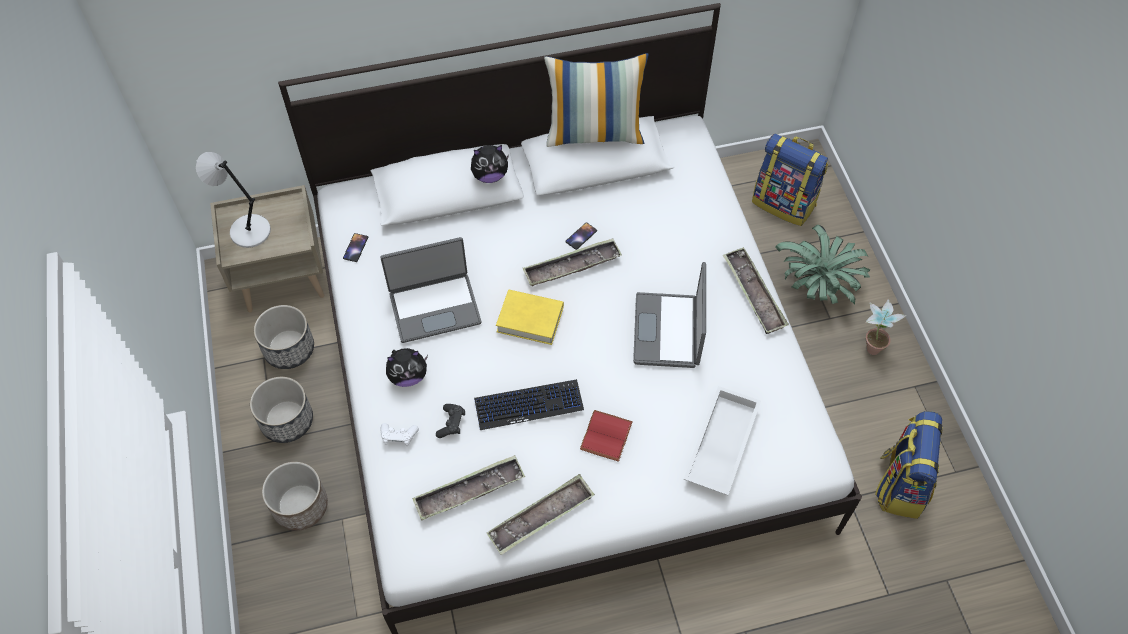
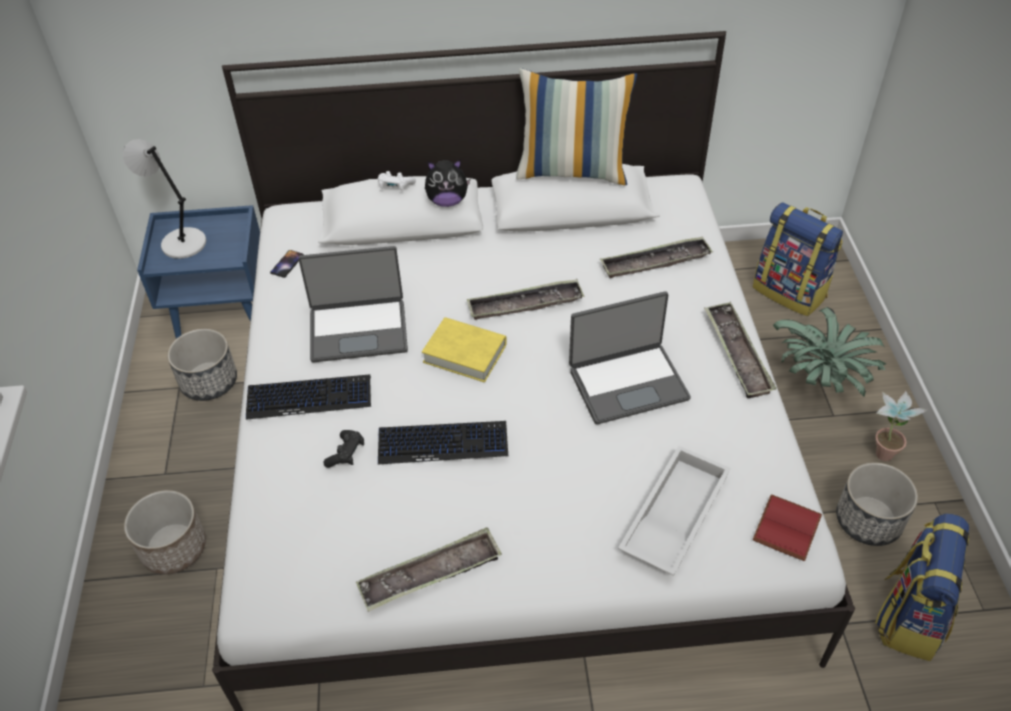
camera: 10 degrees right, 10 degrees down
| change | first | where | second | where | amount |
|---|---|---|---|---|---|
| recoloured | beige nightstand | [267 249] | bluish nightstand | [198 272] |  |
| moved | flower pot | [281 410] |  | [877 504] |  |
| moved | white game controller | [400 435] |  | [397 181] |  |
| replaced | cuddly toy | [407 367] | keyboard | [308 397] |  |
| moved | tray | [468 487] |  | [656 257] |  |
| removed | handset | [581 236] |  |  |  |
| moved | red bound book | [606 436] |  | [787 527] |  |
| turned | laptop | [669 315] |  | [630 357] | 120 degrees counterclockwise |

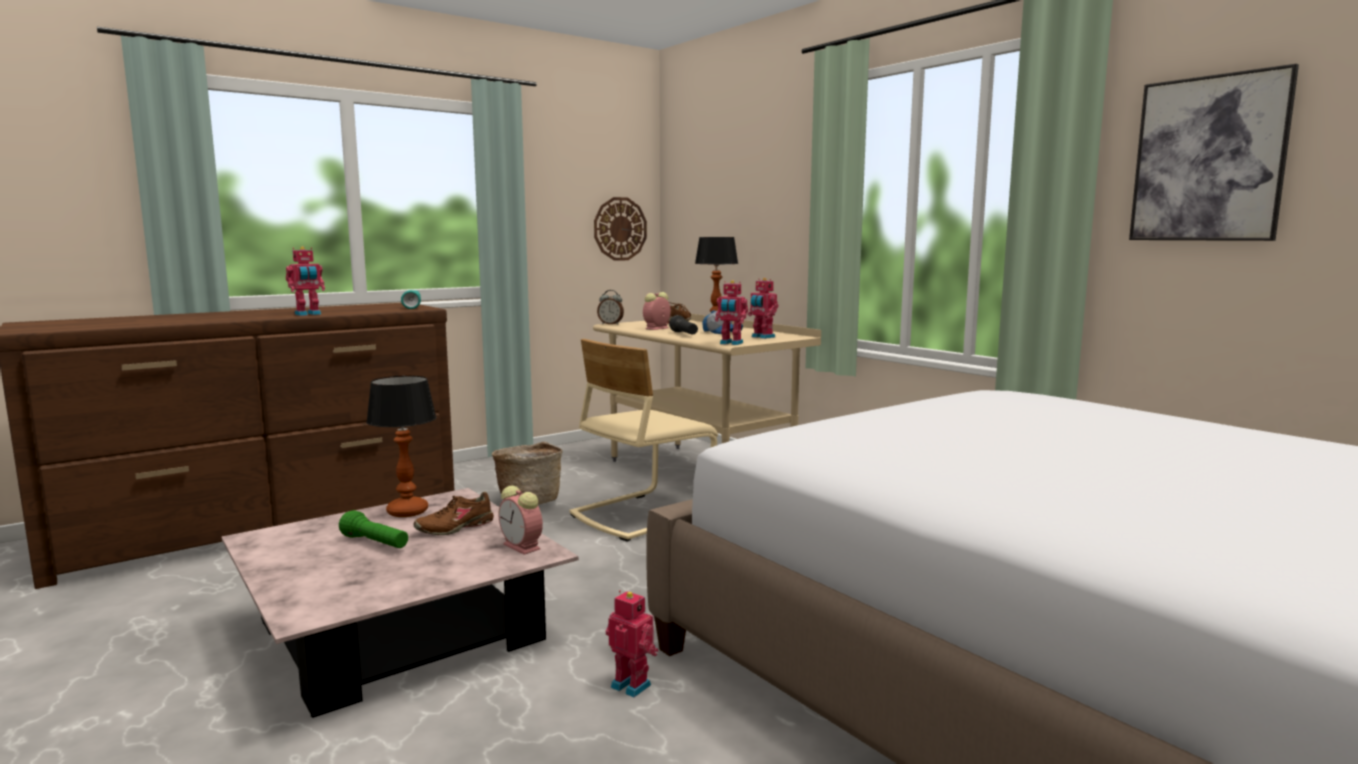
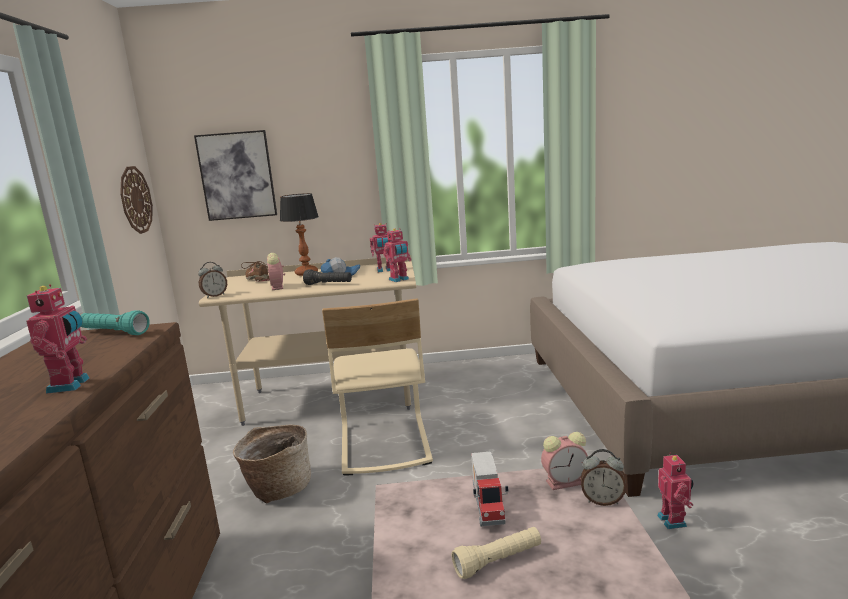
camera: 55 degrees left, 5 degrees up
| change | first | where | second | where | amount |
|---|---|---|---|---|---|
| recoloured | green-coloured torch | [373 529] | beige torch | [496 553] |  |
| removed | tabletop lamp | [401 446] |  |  |  |
| replaced | brown low shoe | [453 513] | toy truck | [489 489] |  |
| turned | model robot | [632 643] |  | [675 491] | 105 degrees clockwise |
| moved | wall art | [1214 152] |  | [235 175] |  |
| added |  |  | table clock | [603 477] |  |

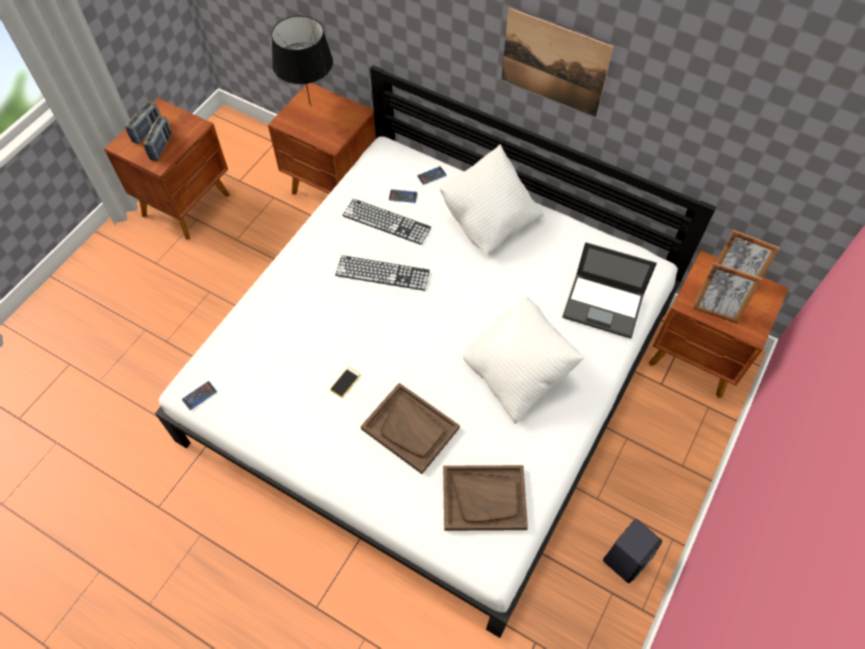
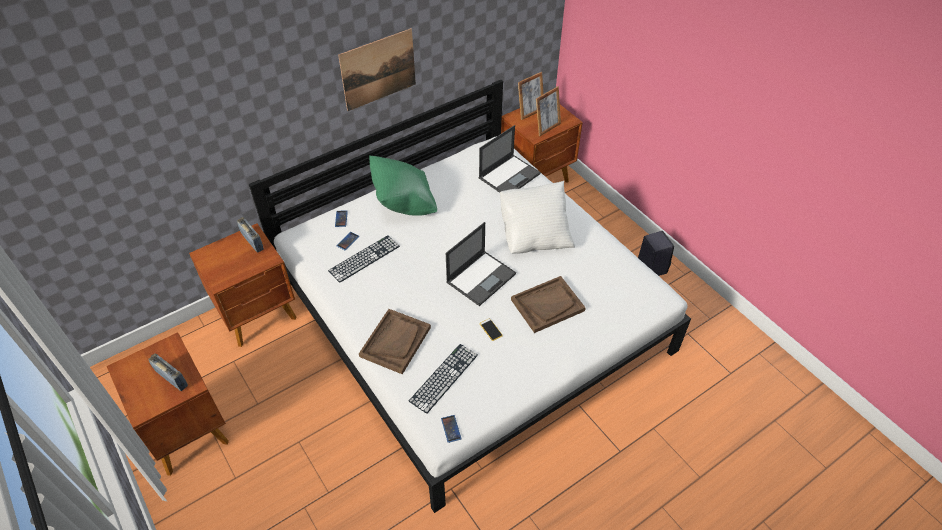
camera: 65 degrees left, 10 degrees down
| change | first | where | second | where | amount |
|---|---|---|---|---|---|
| moved | radio | [143 122] |  | [250 235] |  |
| removed | black tabletop lamp | [302 59] |  |  |  |
| moved | keyboard | [382 273] |  | [443 379] |  |
| recoloured | white cushion | [491 199] | green-coloured cushion | [403 185] |  |
| moved | brown tray | [485 498] |  | [395 341] |  |
| added |  |  | laptop | [481 264] |  |

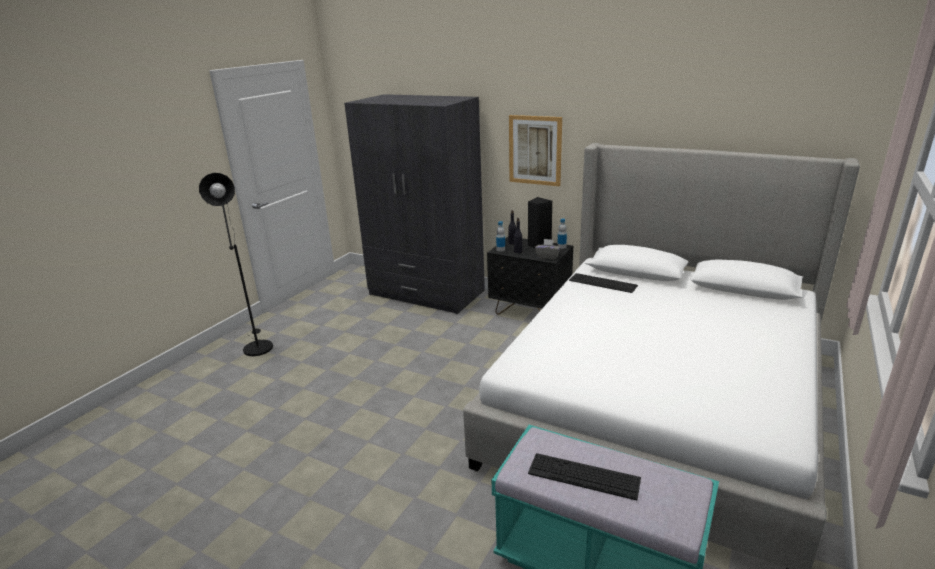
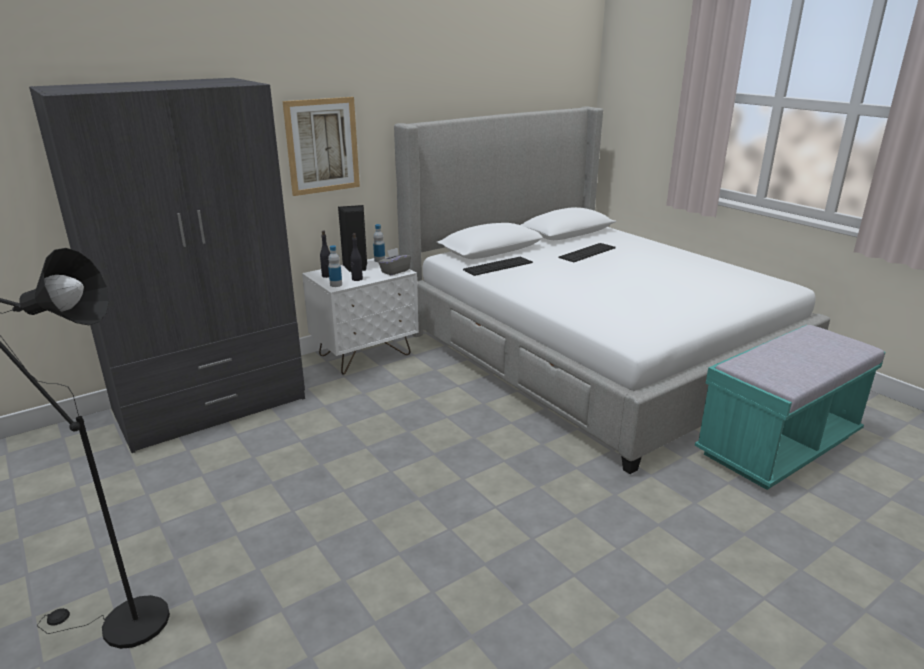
camera: 65 degrees left, 0 degrees up
| change | first | where | second | where | amount |
|---|---|---|---|---|---|
| recoloured | black nightstand | [530 275] | white nightstand | [360 316] |  |
| moved | keyboard | [584 477] |  | [587 252] |  |

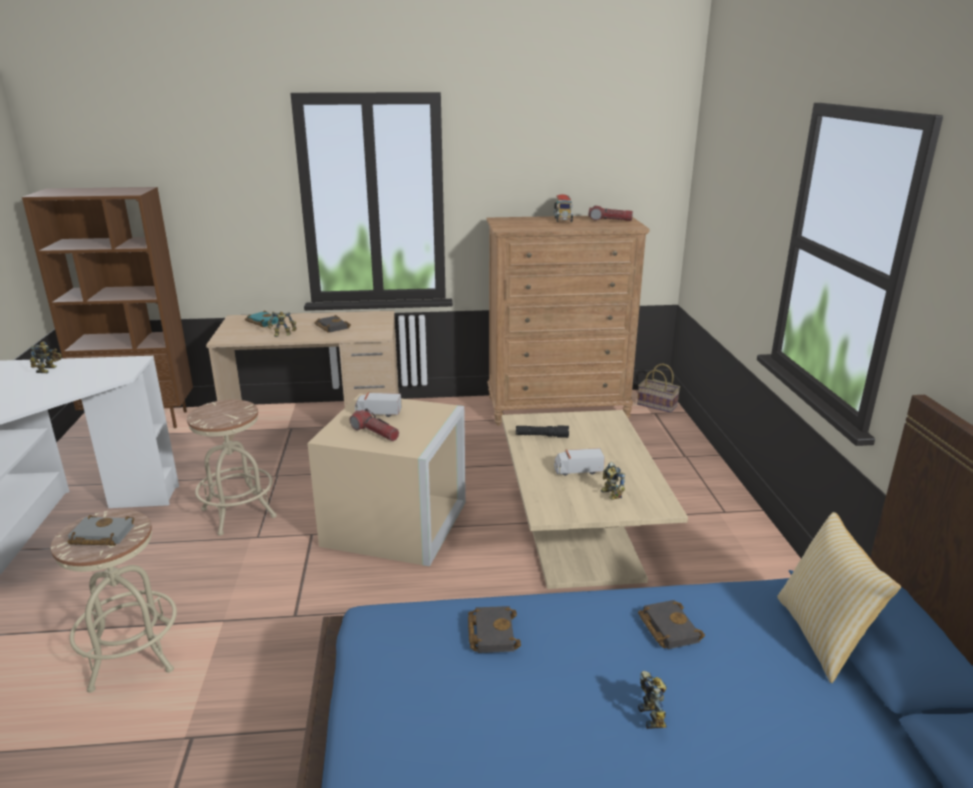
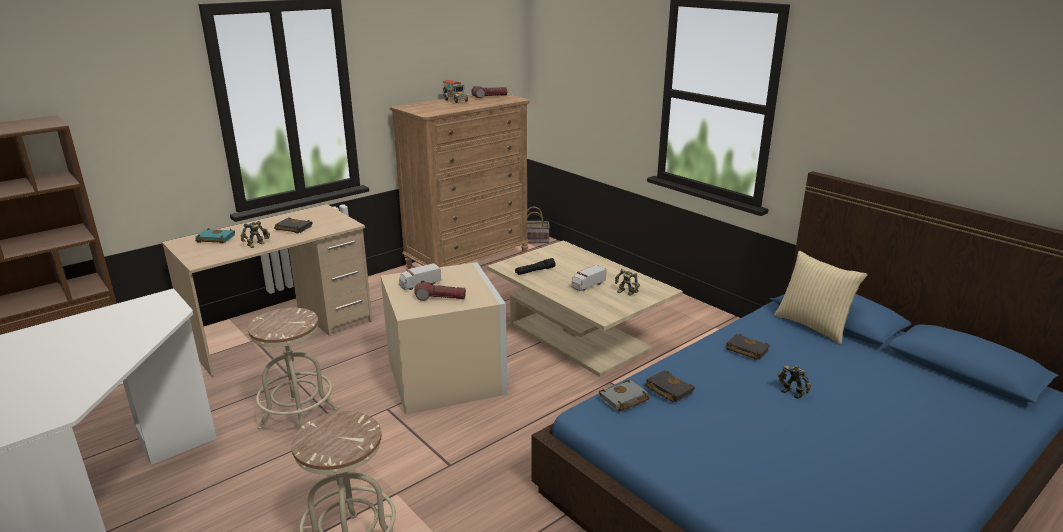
camera: 35 degrees left, 0 degrees up
| change | first | where | second | where | amount |
|---|---|---|---|---|---|
| removed | model robot | [46 357] |  |  |  |
| moved | greyish bound book | [101 530] |  | [624 395] |  |

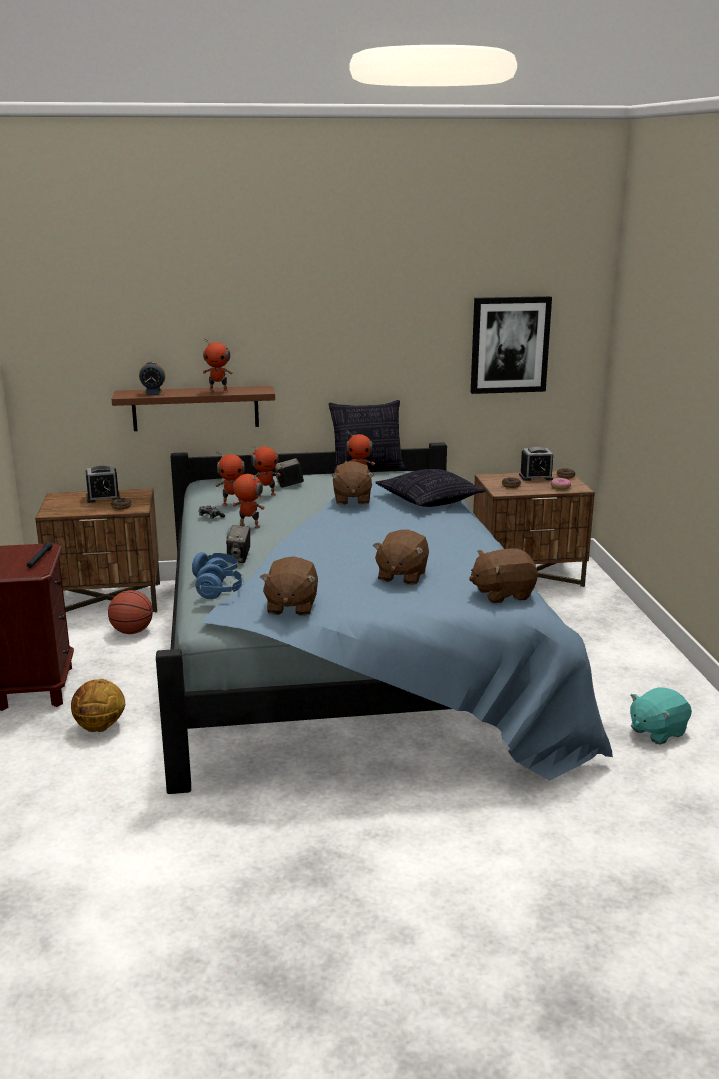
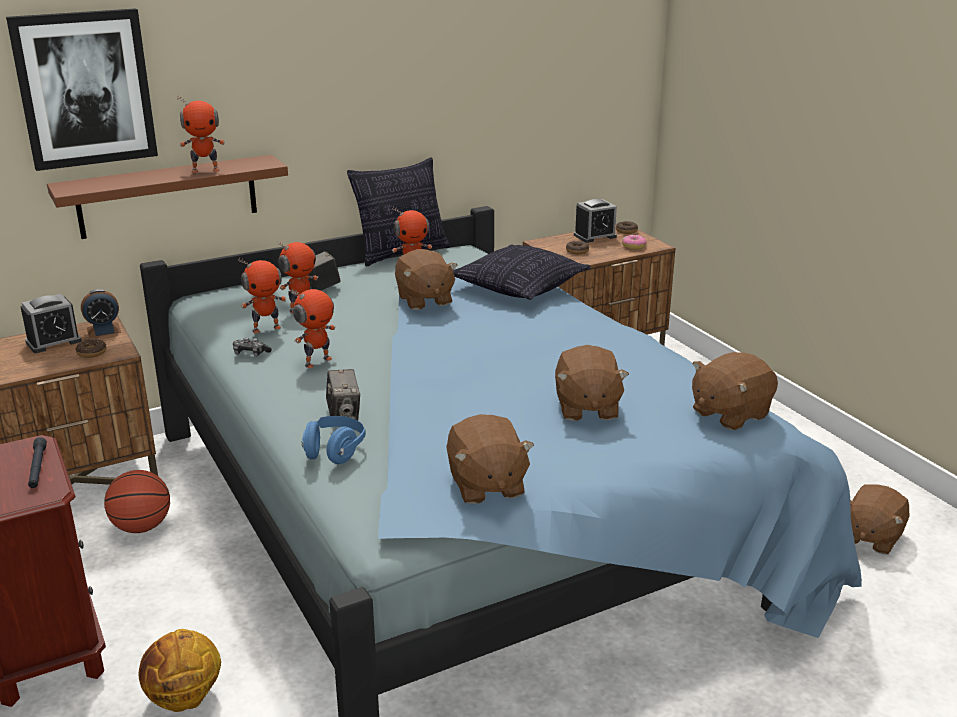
camera: 20 degrees left, 5 degrees up
| change | first | where | second | where | amount |
|---|---|---|---|---|---|
| moved | table clock | [152 379] |  | [101 313] |  |
| removed | bluish pair of headphones | [220 581] |  |  |  |
| turned | model robot | [248 500] |  | [313 328] | 135 degrees clockwise |
| moved | wall art | [511 345] |  | [82 89] |  |
| recoloured | blue-green cuddly toy | [661 716] | brown cuddly toy | [880 519] |  |

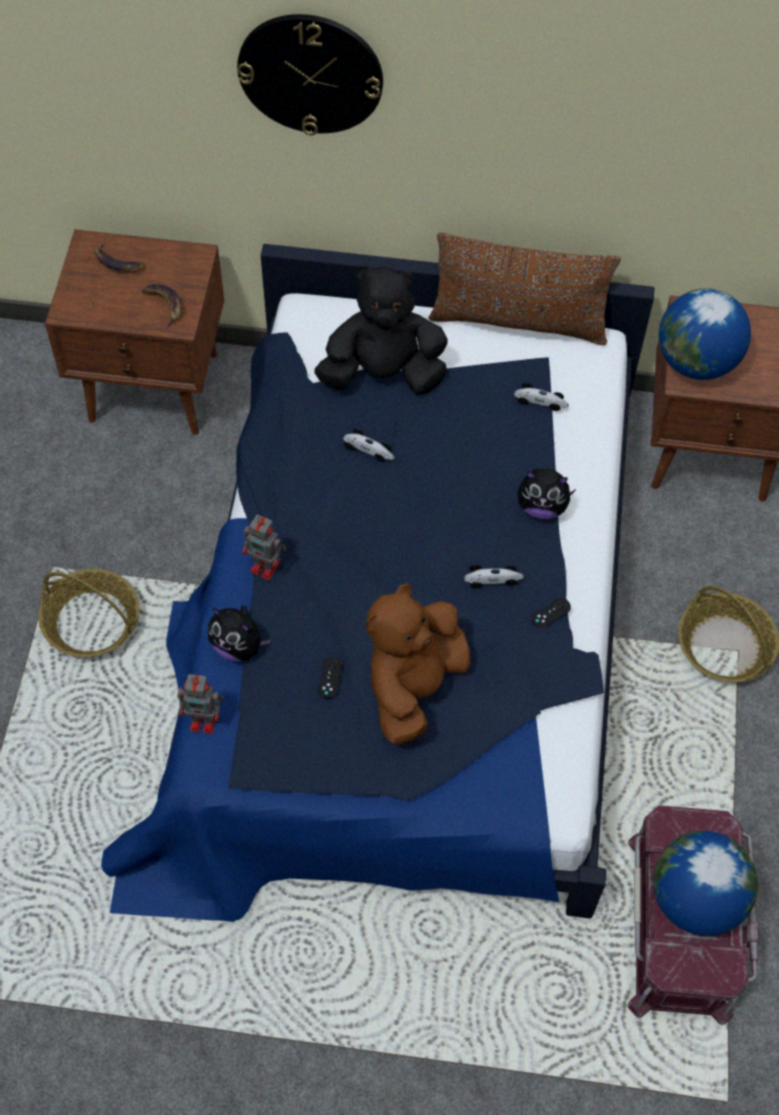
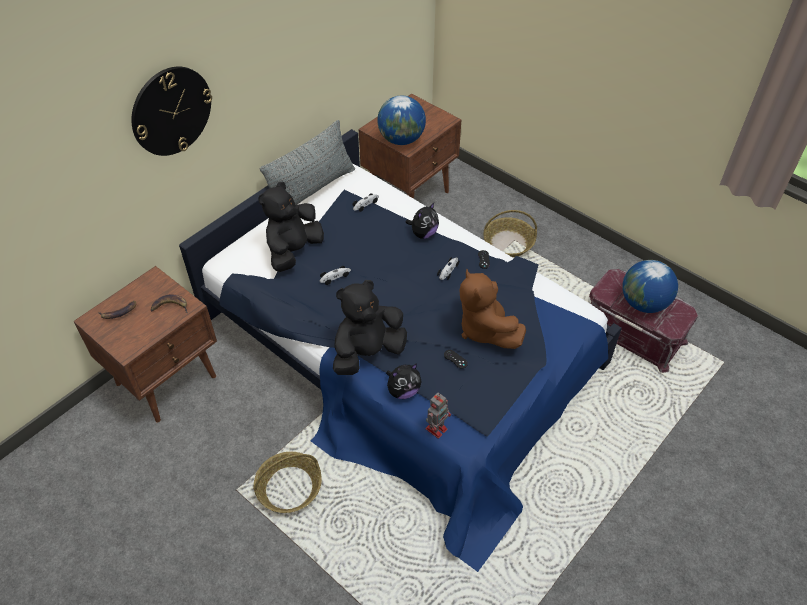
camera: 55 degrees left, 10 degrees down
| change | first | where | second | where | amount |
|---|---|---|---|---|---|
| replaced | model robot | [264 547] | black cuddly toy | [370 327] |  |
| recoloured | brown cushion | [524 288] | greyish cushion | [307 162] |  |

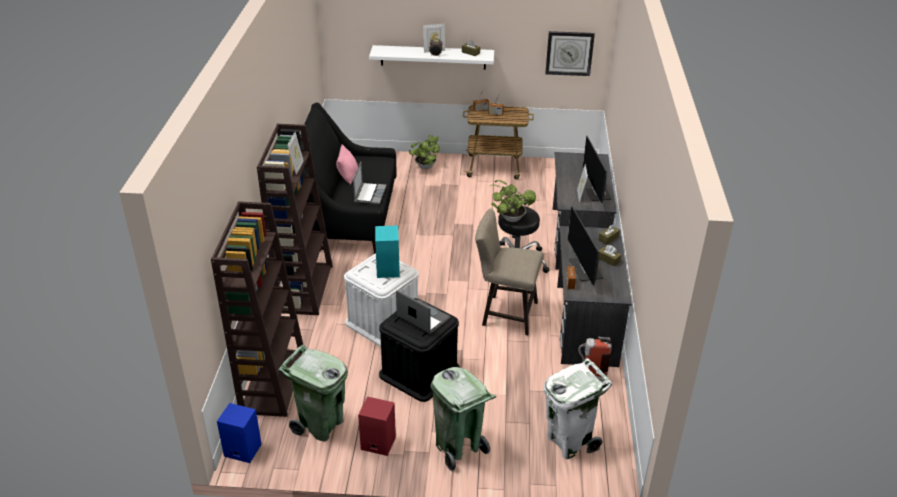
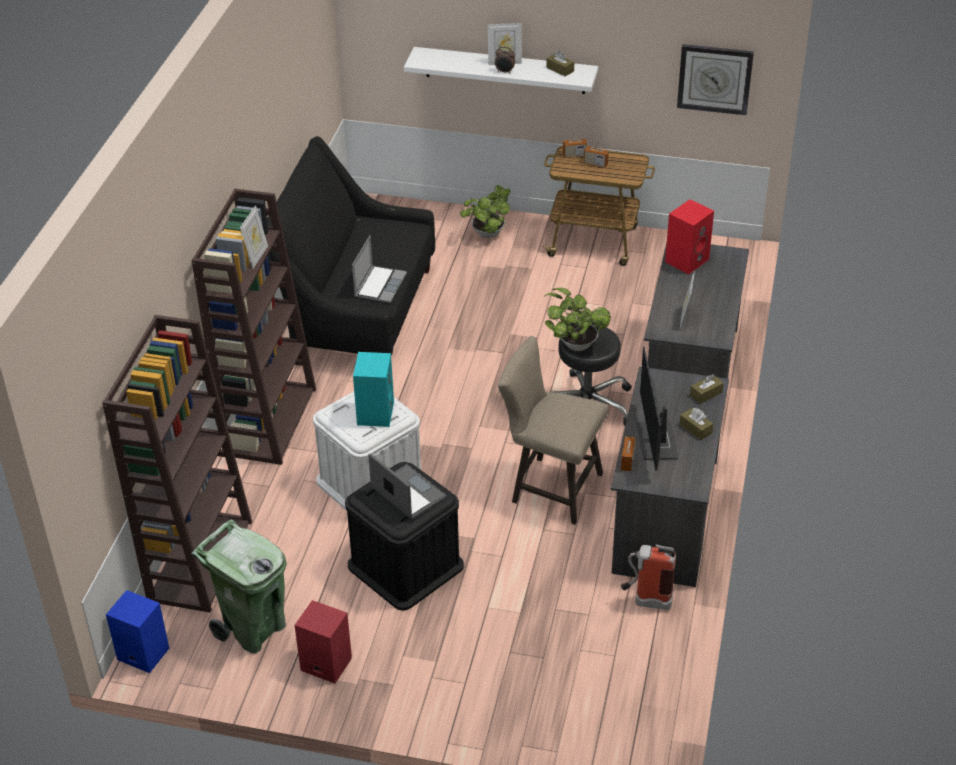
camera: 10 degrees right, 5 degrees up
| change | first | where | second | where | amount |
|---|---|---|---|---|---|
| removed | pink cushion | [347 164] |  |  |  |
| removed | green-coloured trash can | [463 419] |  |  |  |
| removed | white trash can | [577 408] |  |  |  |
| removed | computer screen | [597 169] |  |  |  |
| added |  |  | red speaker | [689 236] |  |

